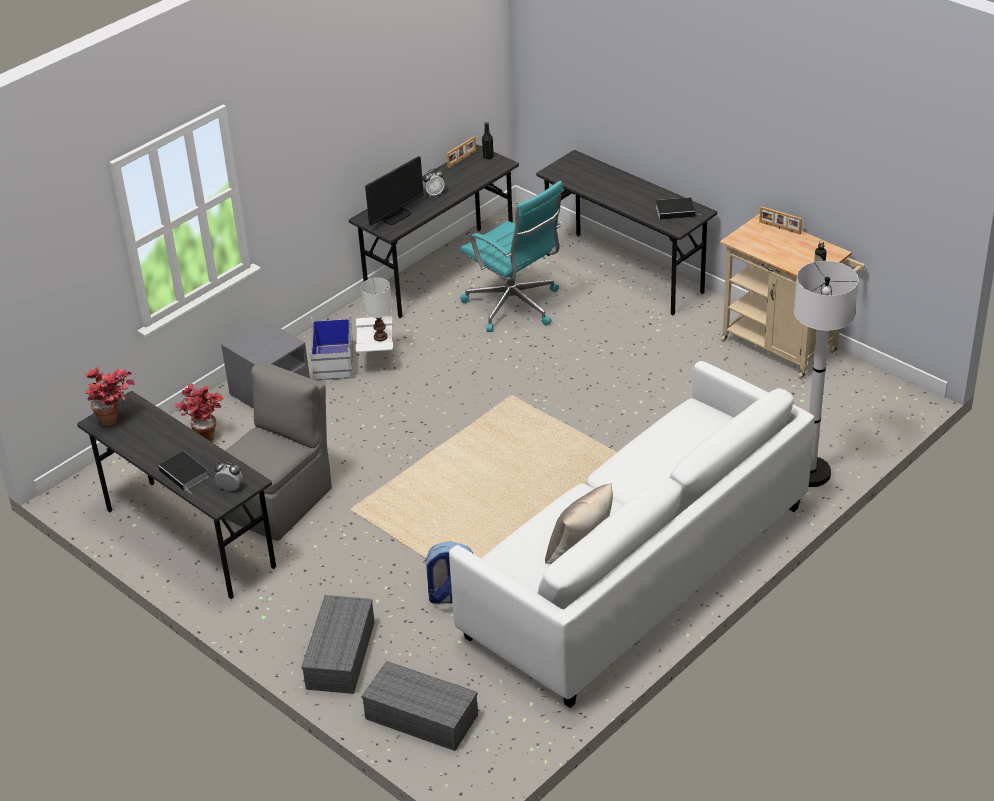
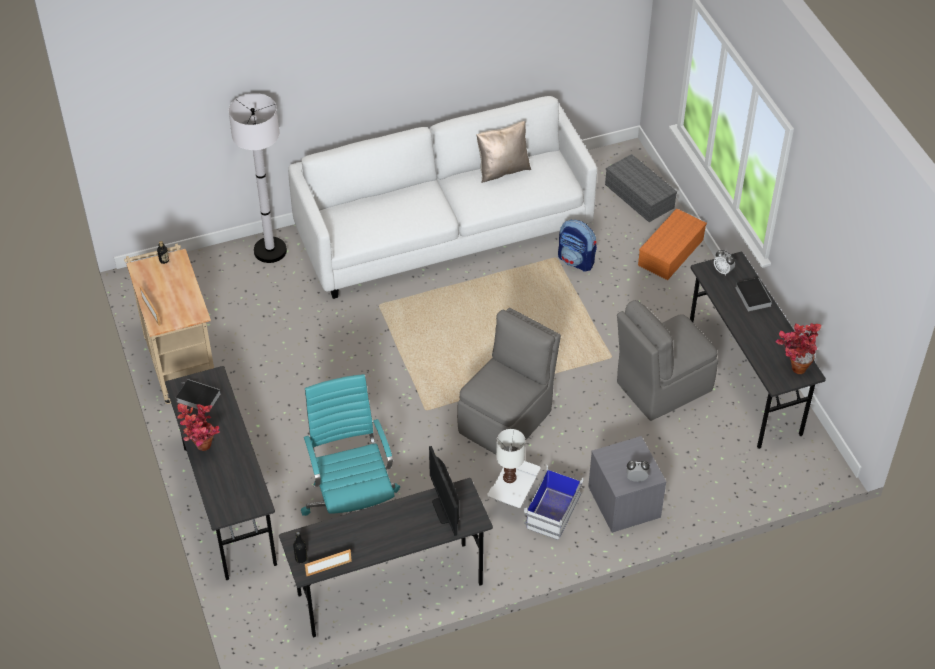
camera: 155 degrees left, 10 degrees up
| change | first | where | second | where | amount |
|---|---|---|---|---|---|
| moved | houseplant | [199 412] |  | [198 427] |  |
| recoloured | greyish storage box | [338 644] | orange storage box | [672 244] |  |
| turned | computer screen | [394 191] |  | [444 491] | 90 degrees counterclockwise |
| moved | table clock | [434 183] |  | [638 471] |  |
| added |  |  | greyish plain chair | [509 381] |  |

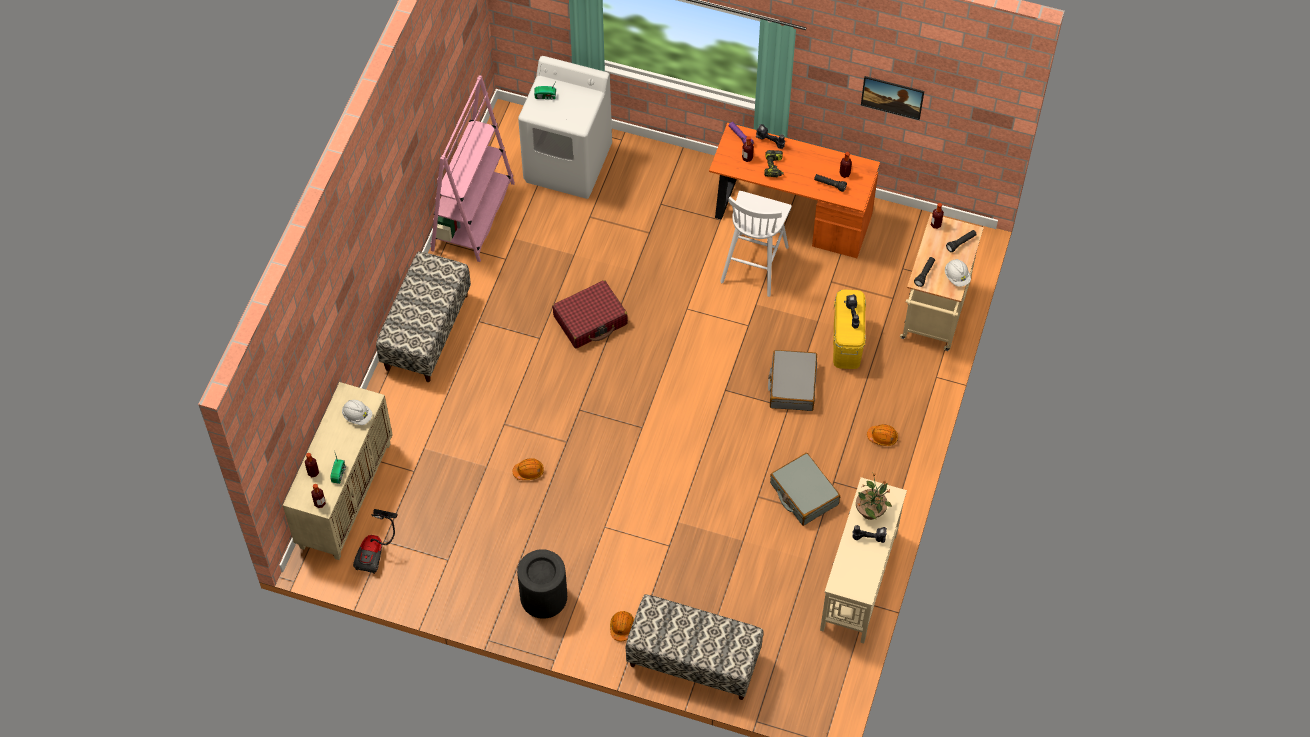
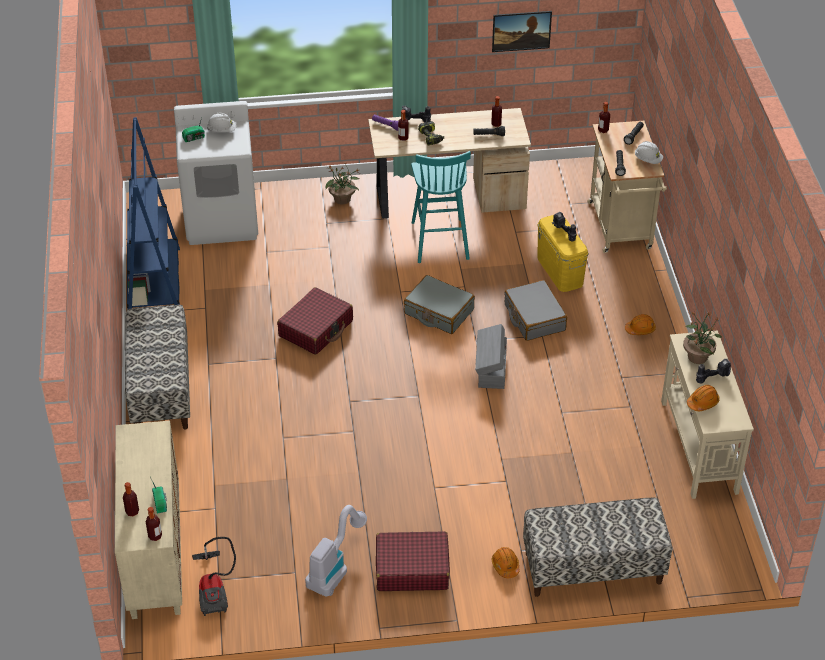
camera: 25 degrees left, 15 degrees down
| change | first | where | second | where | amount |
|---|---|---|---|---|---|
| moved | white work helmet | [357 412] |  | [222 122] |  |
| recoloured | pink shelving unit | [473 168] | bluish shelving unit | [153 213] |  |
| moved | orange work helmet | [528 469] |  | [703 398] |  |
| replaced | black trash can | [542 584] | red piece of luggage | [413 561] |  |
| recoloured | orange desk unit | [794 190] | beige desk unit | [449 163] |  |
| recoloured | white stool | [756 244] | blue-green stool | [441 207] |  |
| moved | greyish piece of luggage | [805 489] |  | [439 304] |  |
| added |  |  | vacuum | [336 550] |  |
| added |  |  | houseplant | [342 183] |  |
| added |  |  | greyish storage box | [491 356] |  |

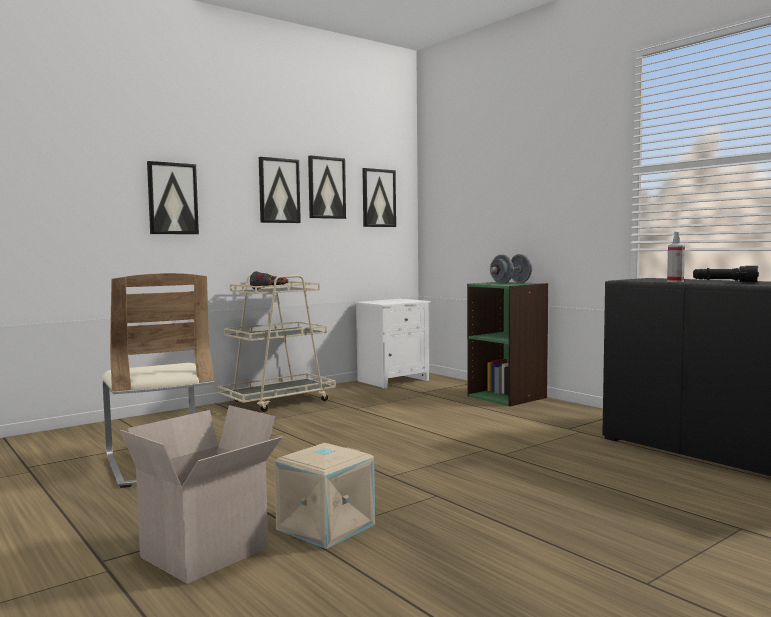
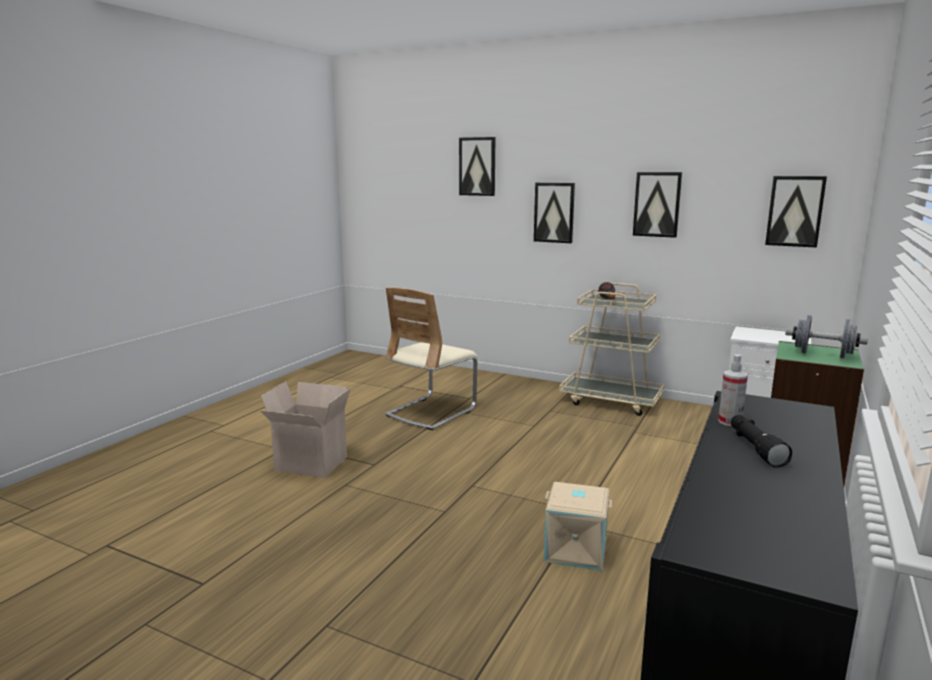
camera: 65 degrees right, 10 degrees up
| change | first | where | second | where | amount |
|---|---|---|---|---|---|
| moved | beige storage box | [324 496] |  | [578 526] |  |
| moved | wall art | [327 187] |  | [477 166] |  |

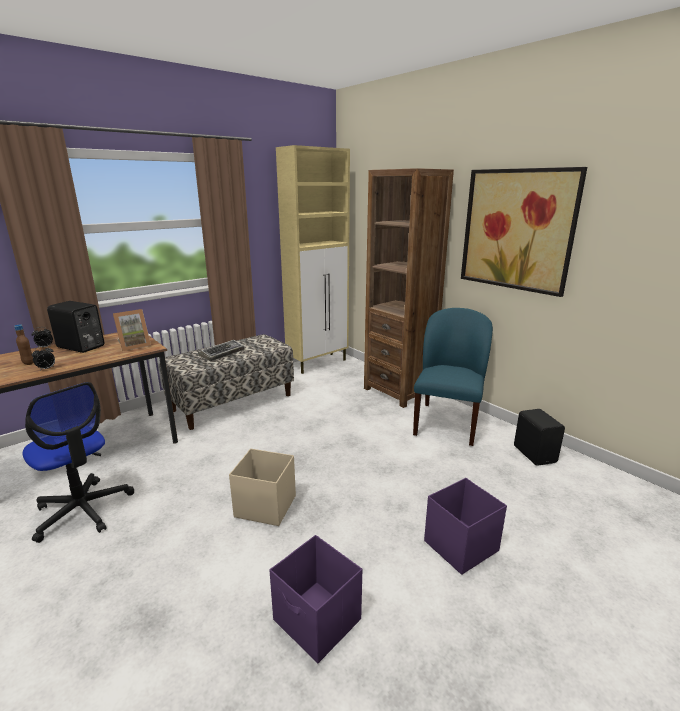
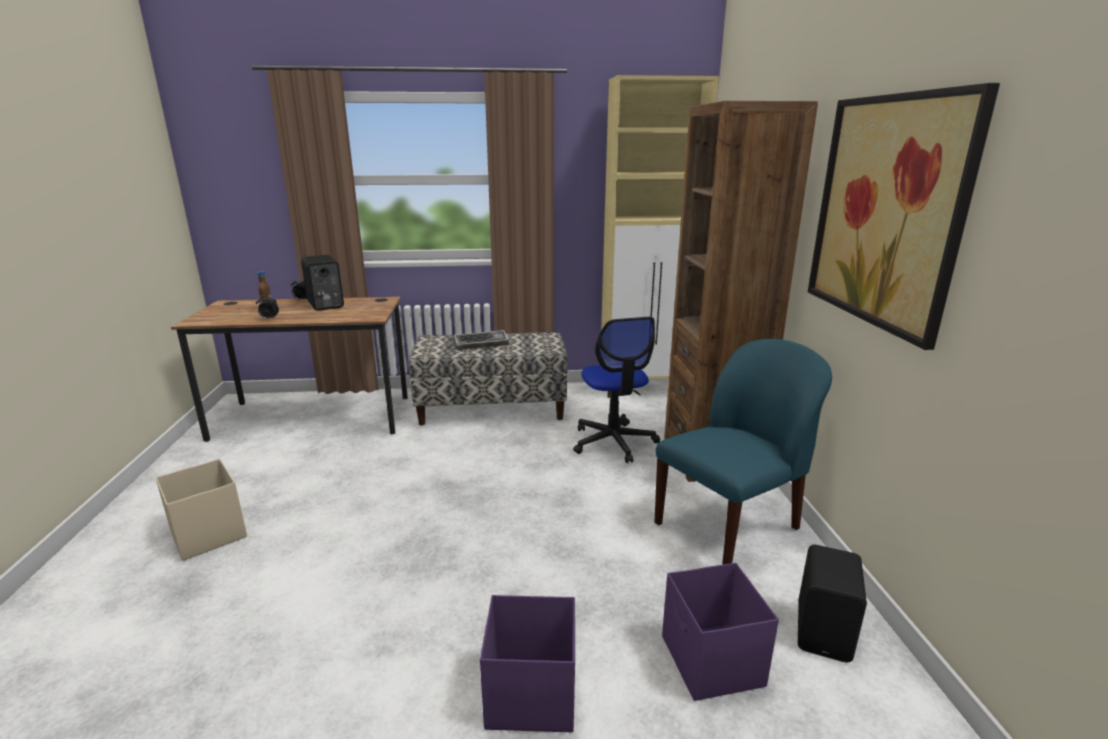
camera: 35 degrees right, 0 degrees up
| change | first | where | second | where | amount |
|---|---|---|---|---|---|
| moved | computer chair | [78 462] |  | [616 390] |  |
| removed | standing frame | [132 330] |  |  |  |
| moved | beige storage box | [262 487] |  | [201 510] |  |
| moved | purple storage box | [315 599] |  | [720 632] |  |

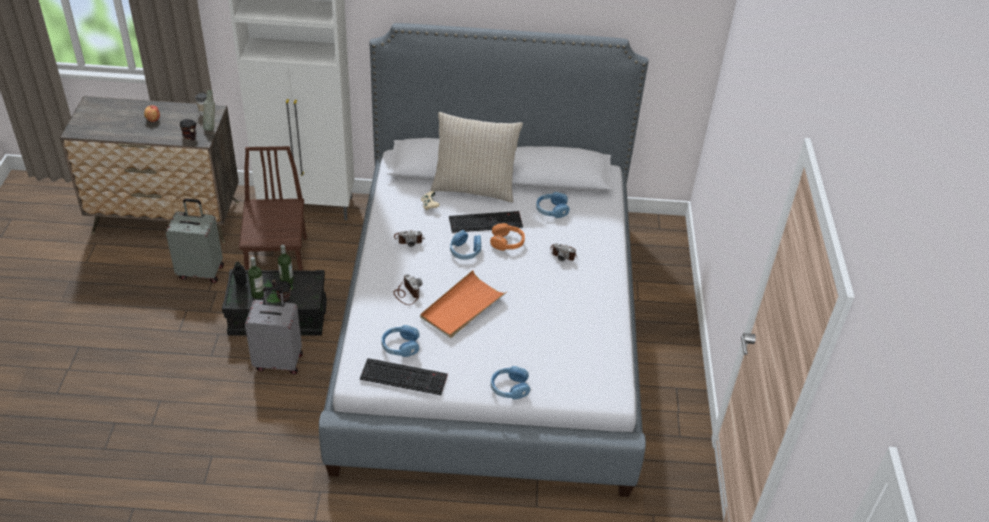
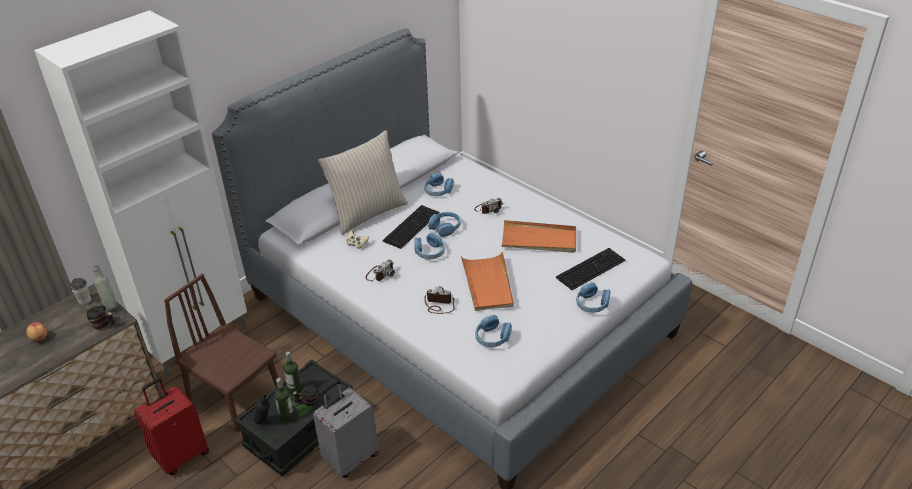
camera: 45 degrees left, 5 degrees down
| change | first | where | second | where | amount |
|---|---|---|---|---|---|
| recoloured | greyish piece of luggage | [195 241] | red piece of luggage | [171 426] |  |
| moved | keyboard | [404 376] |  | [590 269] |  |
| recoloured | orange pair of headphones | [507 237] | bluish pair of headphones | [444 224] |  |
| added |  |  | orange tray | [538 236] |  |

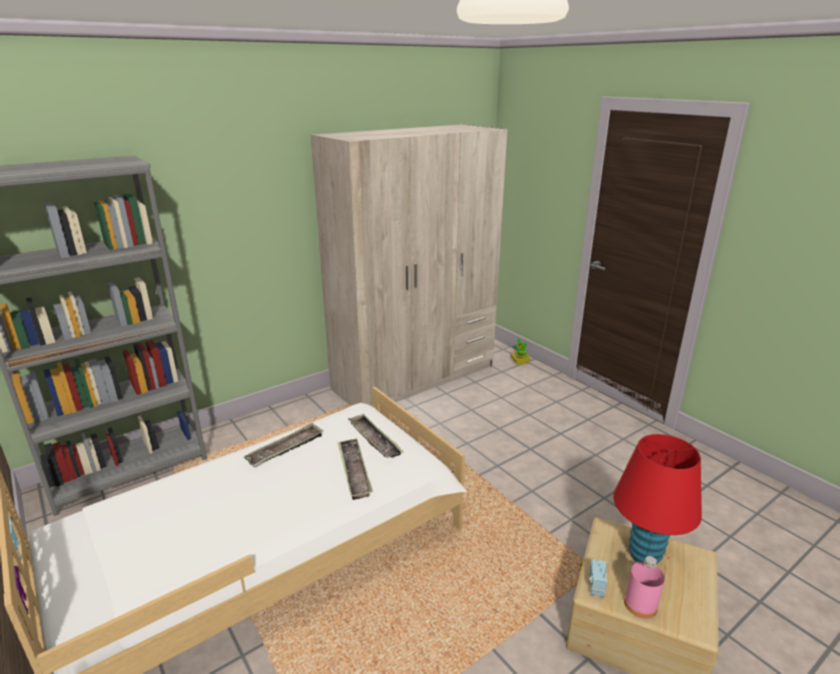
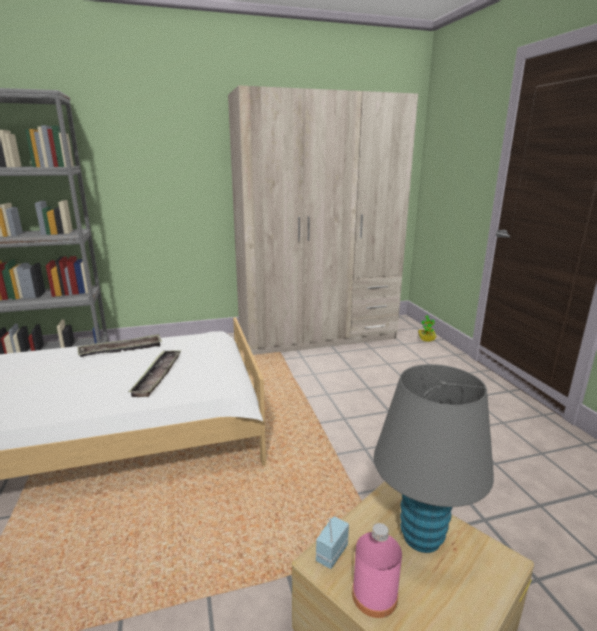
camera: 20 degrees right, 5 degrees down
| change | first | where | second | where | amount |
|---|---|---|---|---|---|
| removed | tray | [376 436] |  |  |  |
| recoloured | red tabletop lamp | [657 499] | greyish tabletop lamp | [434 458] |  |

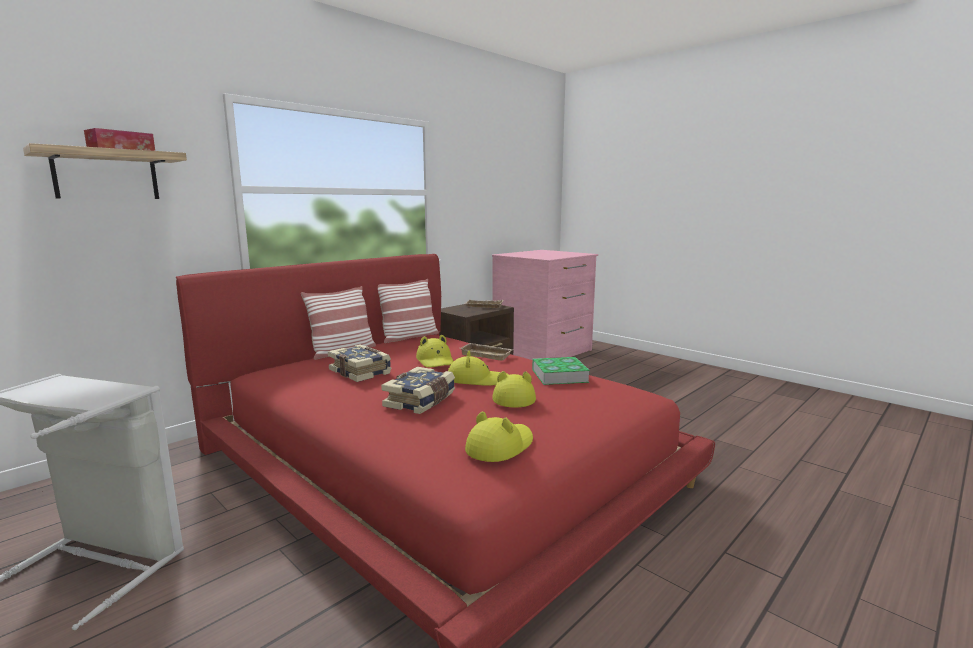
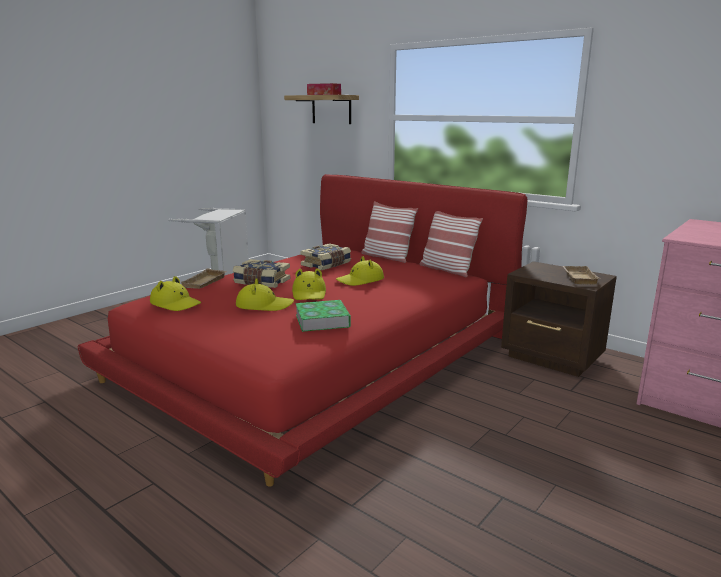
camera: 85 degrees right, 5 degrees up
| change | first | where | second | where | amount |
|---|---|---|---|---|---|
| moved | beige tray | [487 352] |  | [204 278] |  |

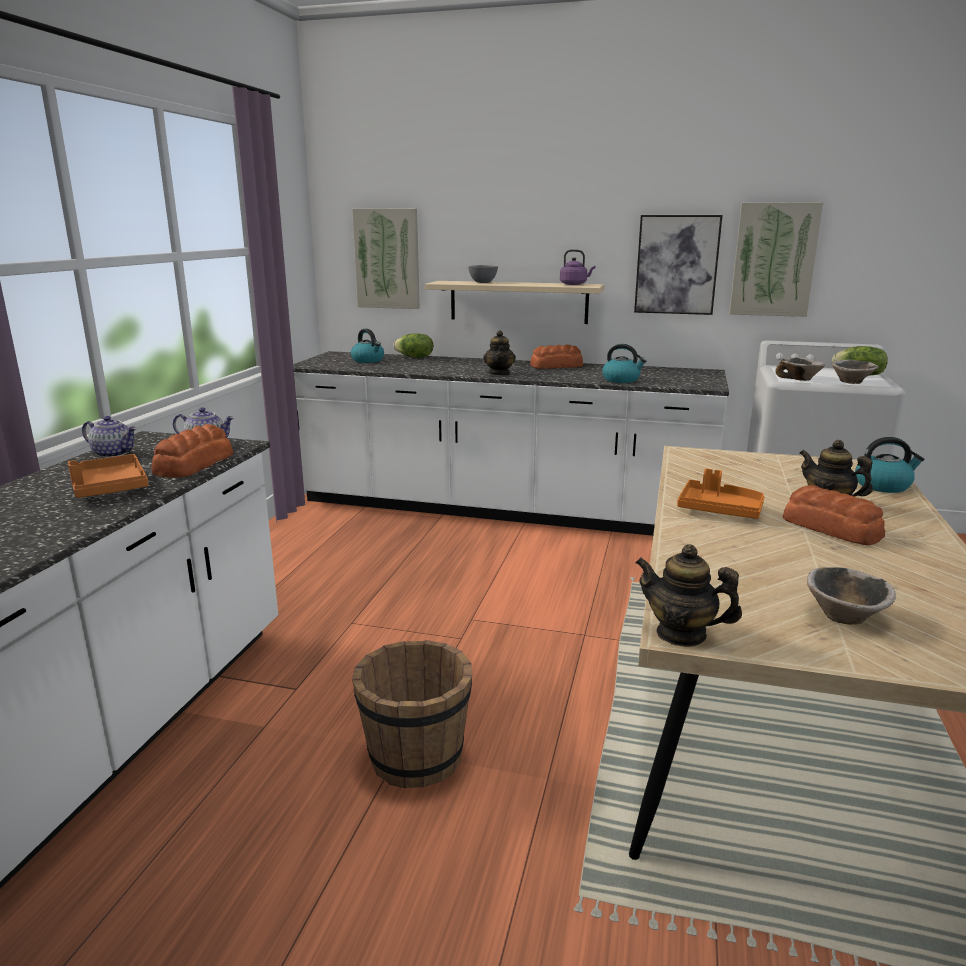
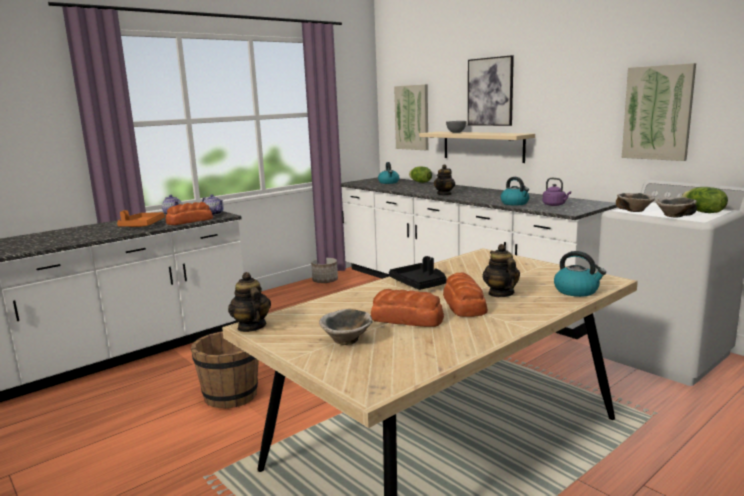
camera: 35 degrees right, 5 degrees down
| change | first | where | second | where | amount |
|---|---|---|---|---|---|
| moved | bakery bread | [556 357] |  | [407 308] |  |
| moved | purple kettle | [577 267] |  | [557 192] |  |
| moved | wall art | [678 265] |  | [491 90] |  |
| recoloured | orange tray | [720 494] | black tray | [417 273] |  |
| added |  |  | flower pot | [324 270] |  |

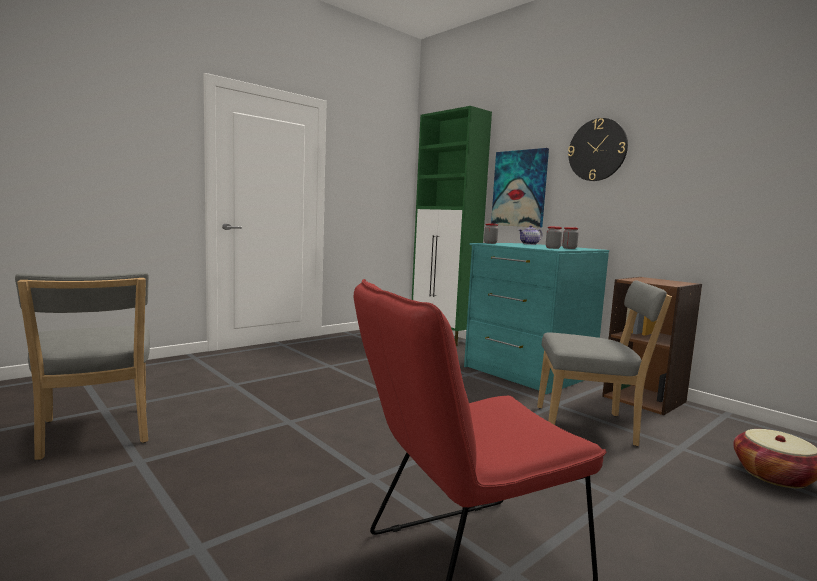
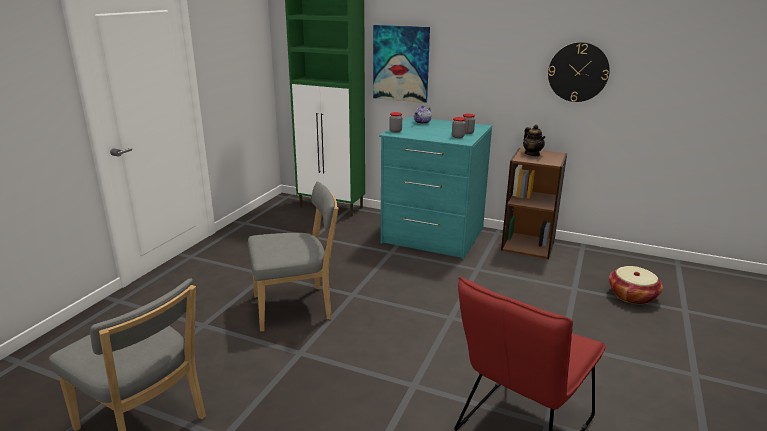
camera: 25 degrees left, 15 degrees up
| change | first | where | second | where | amount |
|---|---|---|---|---|---|
| moved | greyish plain chair | [604 363] |  | [293 256] |  |
| moved | hanging clock | [598 149] |  | [579 72] |  |
| added |  |  | teapot | [534 140] |  |

